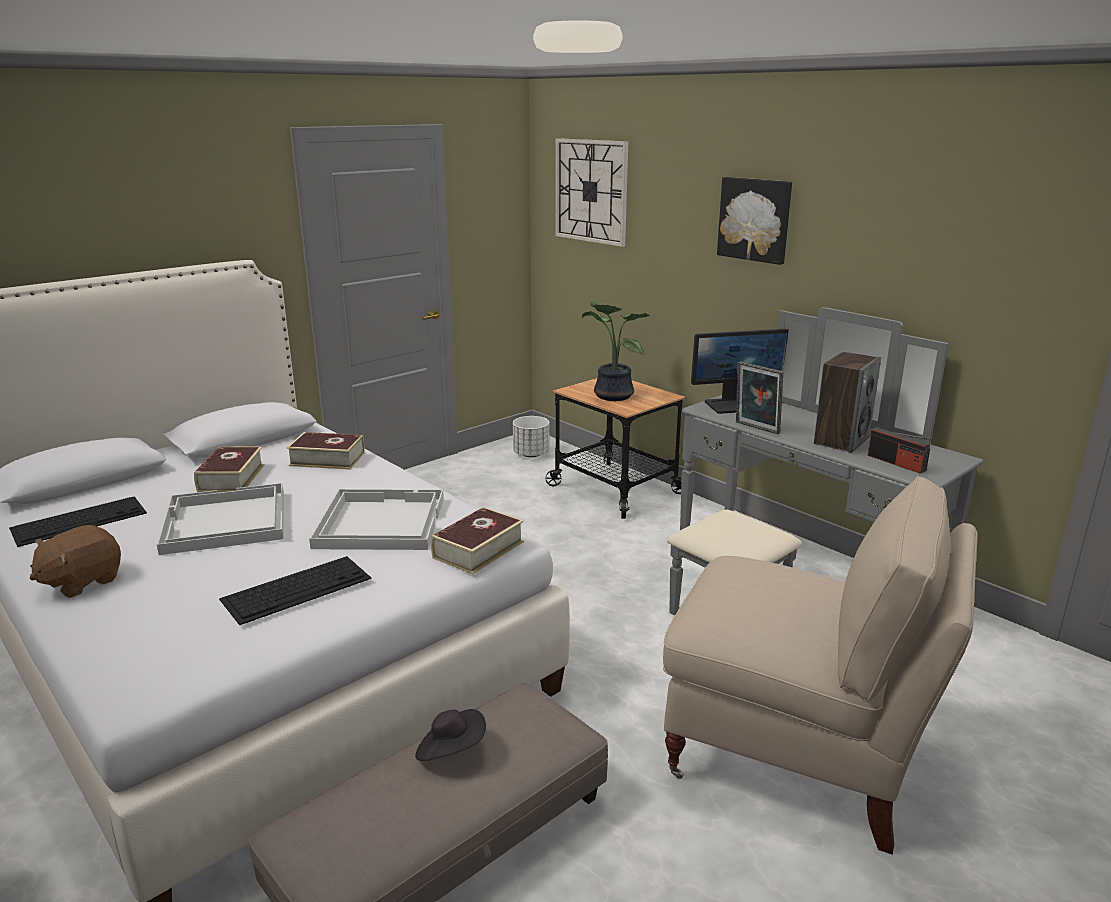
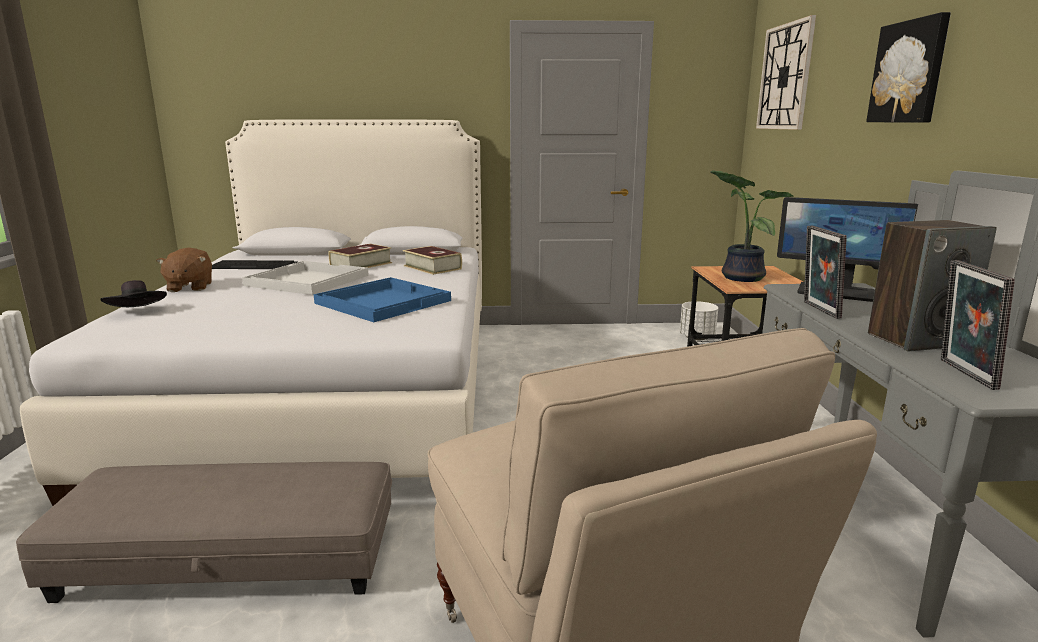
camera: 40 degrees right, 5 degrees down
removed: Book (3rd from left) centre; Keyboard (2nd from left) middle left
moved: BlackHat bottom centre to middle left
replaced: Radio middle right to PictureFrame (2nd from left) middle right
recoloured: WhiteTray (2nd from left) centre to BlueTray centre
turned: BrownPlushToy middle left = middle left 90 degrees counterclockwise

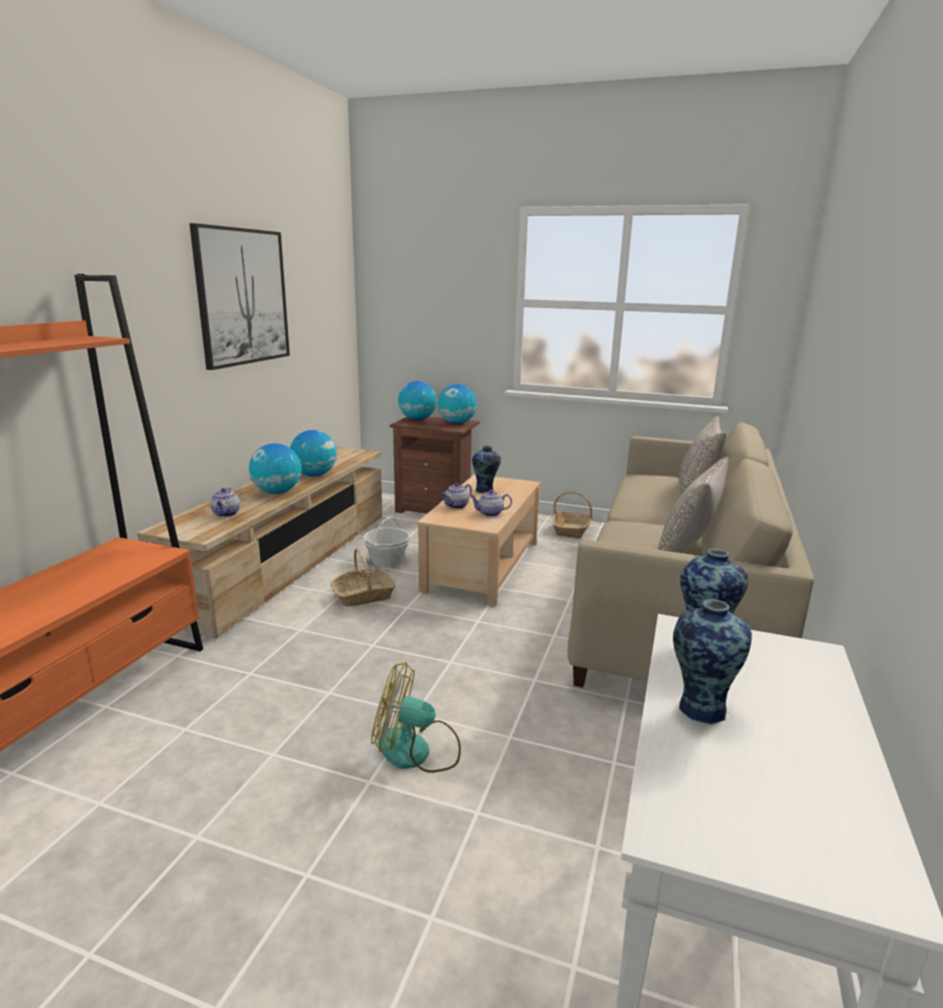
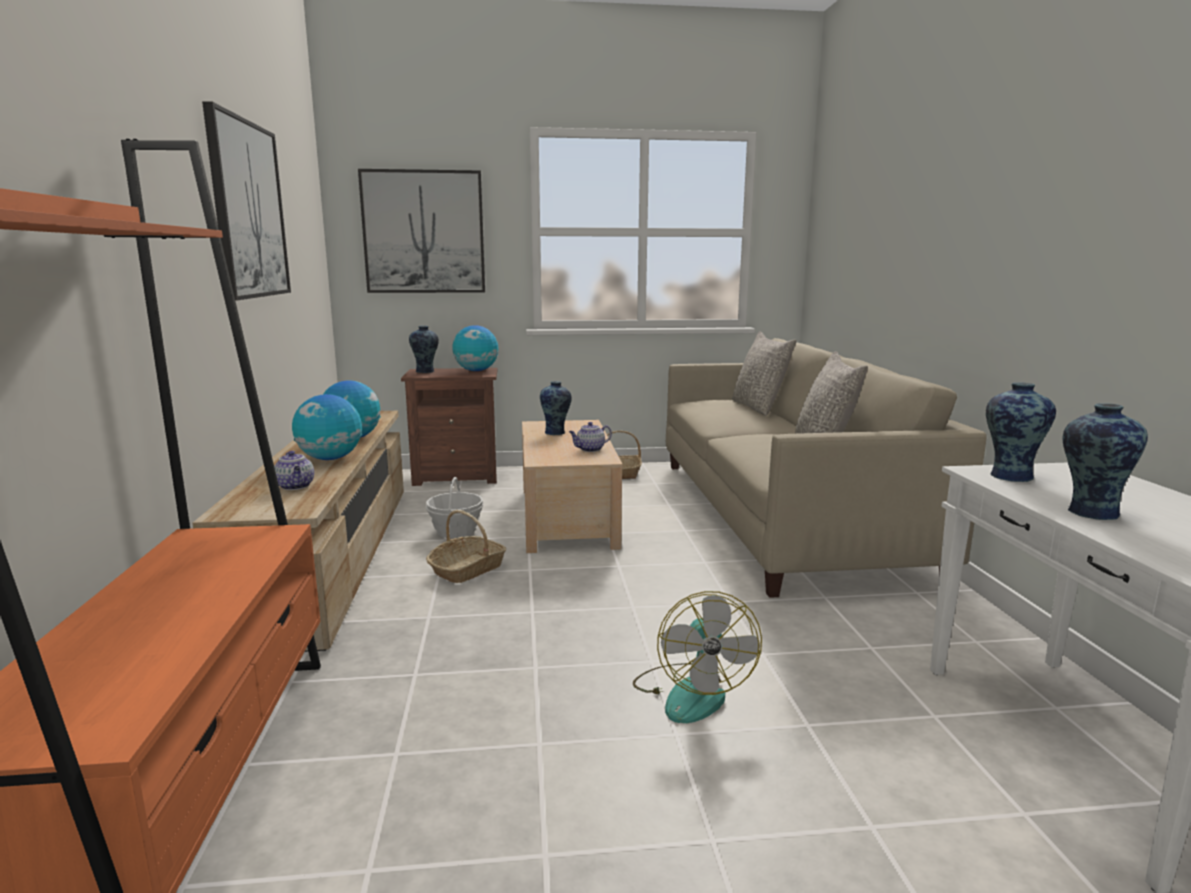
camera: 25 degrees left, 5 degrees down
removed: Teapot (2nd from left) centre
added: Picture (2nd from left) top centre
replaced: Globe (3rd from left) centre to Vase (1st from left) centre
turned: Fan bottom centre = bottom centre 75 degrees counterclockwise

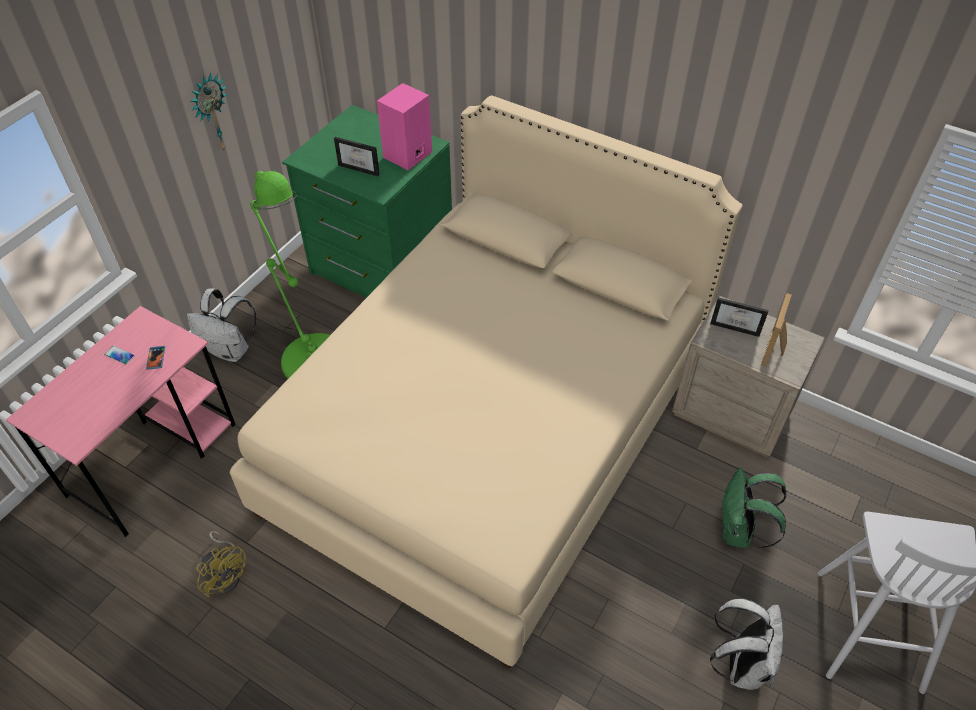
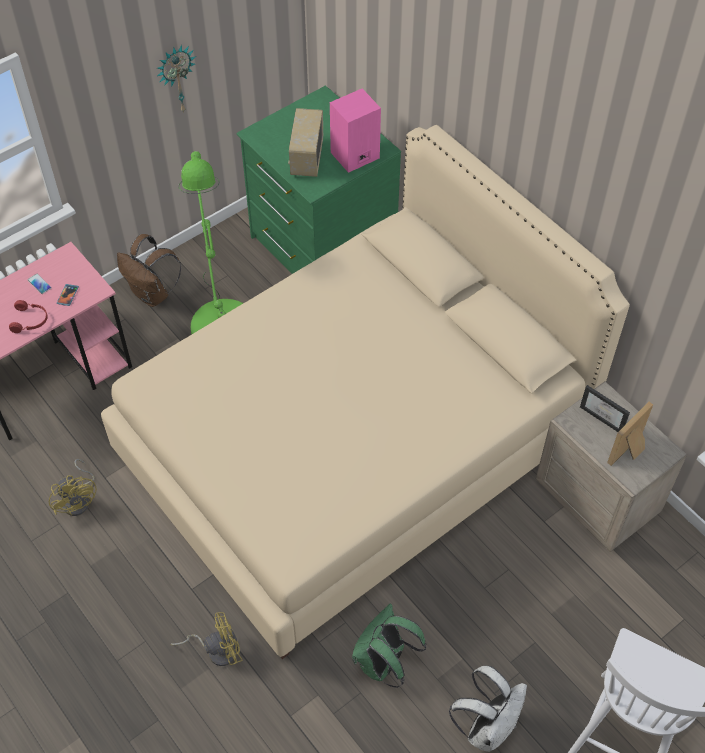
camera: 20 degrees right, 5 degrees up
added: RedHeadphones middle left; YellowFan (2nd from left) bottom left
moved: GreenBackpack bottom right to bottom centre
replaced: PictureFrame (1st from left) top centre to Radio top centre
recoloured: WhiteBackpack (1st from left) middle left to BrownBackpack middle left

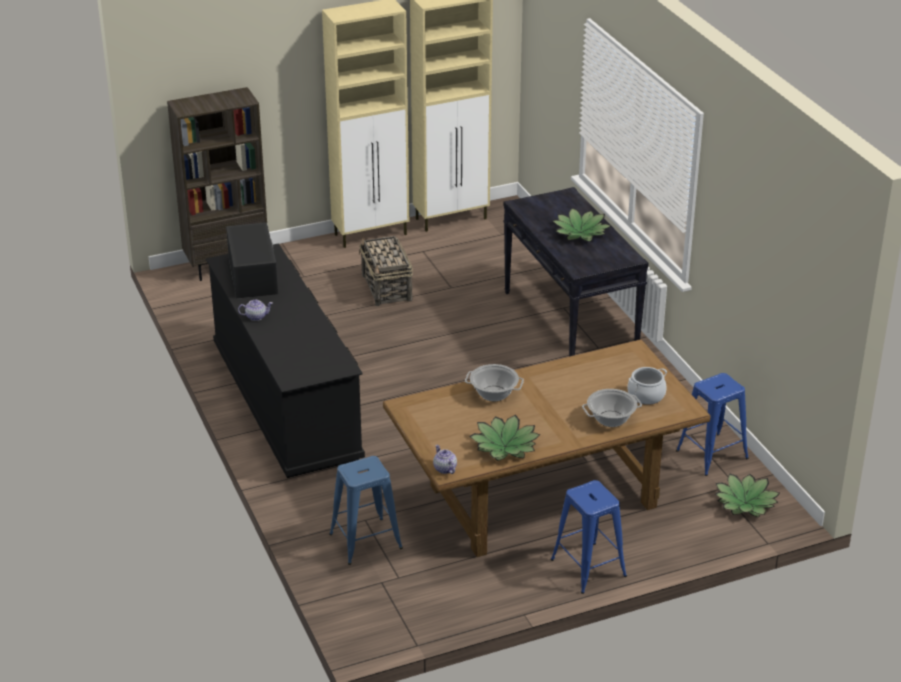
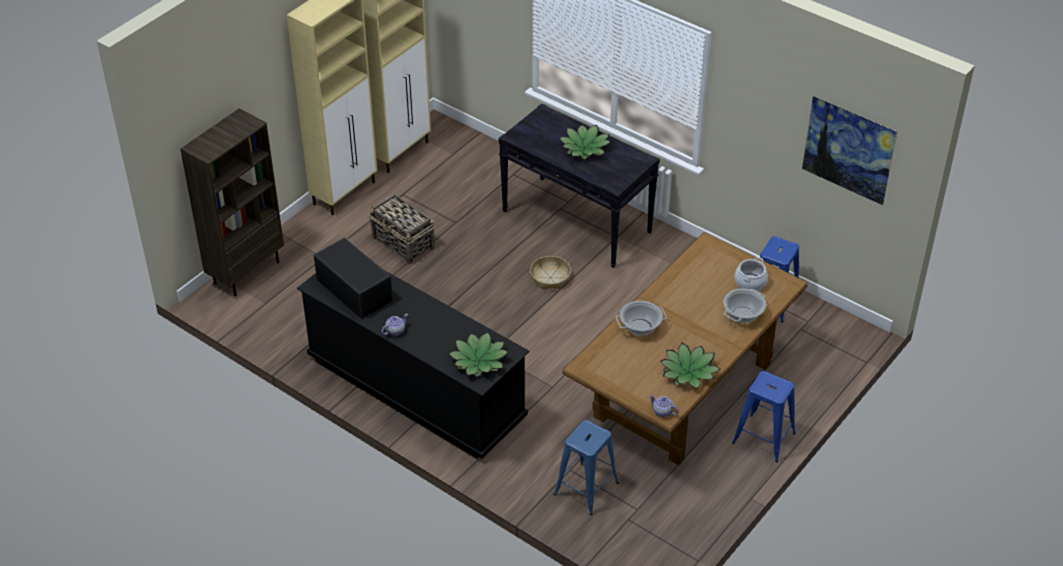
camera: 30 degrees left, 10 degrees up
added: Picture top right; Basket (2nd from left) centre
moved: PottedPlant (3rd from left in the first image) bottom right to PottedPlant (1st from left) centre

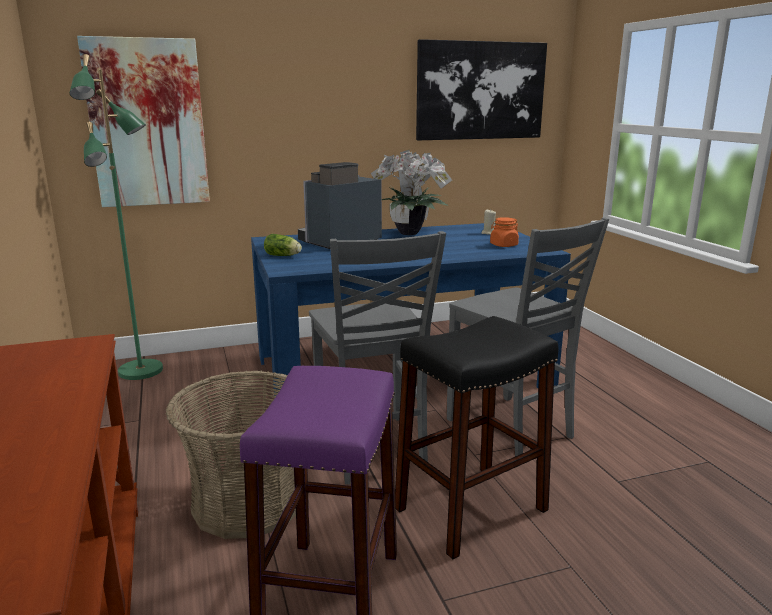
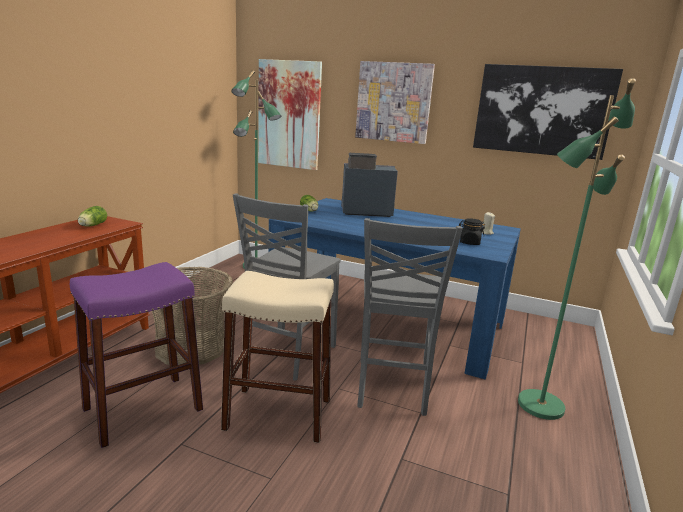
camera: 40 degrees right, 0 degrees up
removed: PottedPlant top centre
added: Picture (2nd from left) top centre; GreenFloorLamp (2nd from left) middle right; Lettuce (1st from left) middle left
recoloured: OrangeJar centre to BlackJar middle right; BlackStool bottom centre to BeigeStool bottom centre

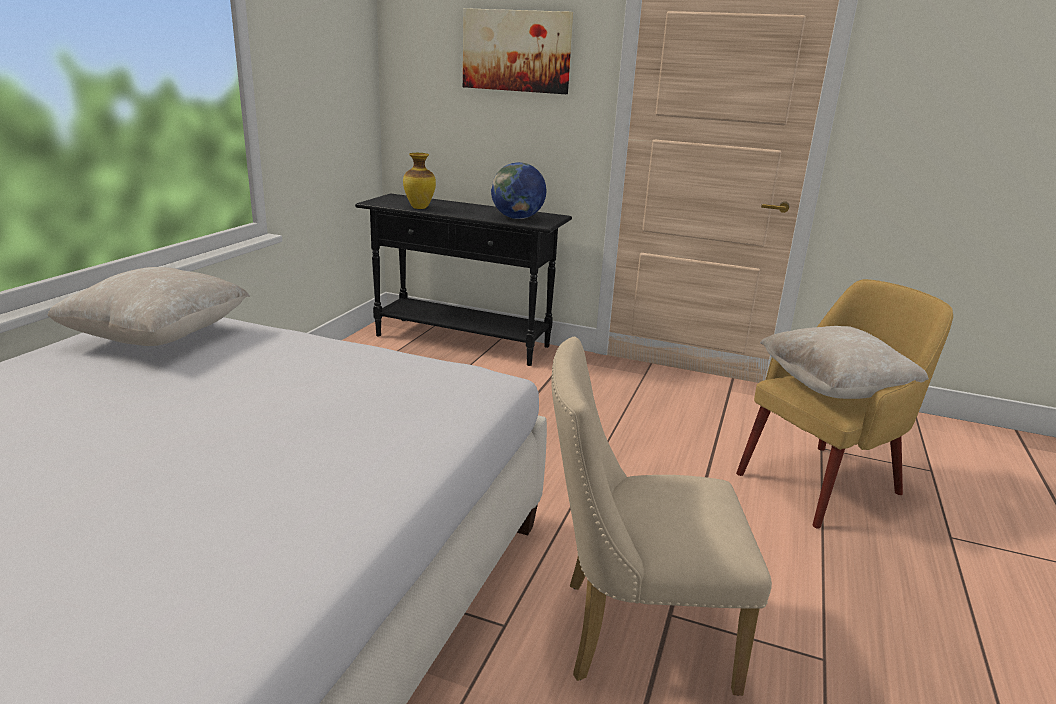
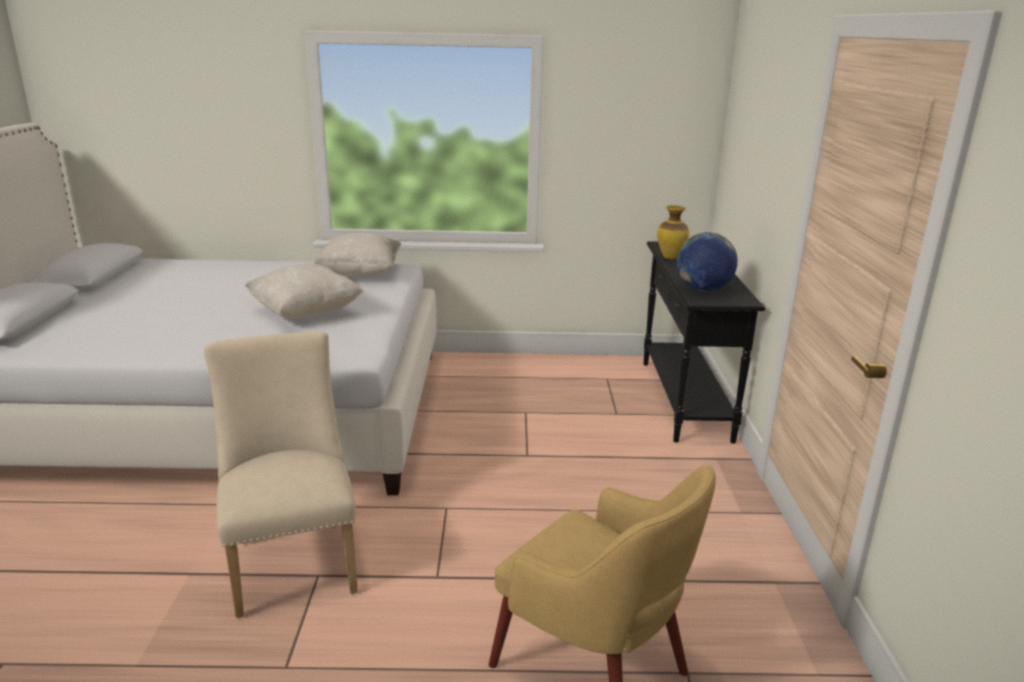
camera: 70 degrees right, 0 degrees up
removed: Picture top centre
moved: BeigePillow (2nd from left in the first image) middle right to BeigePillow (1st from left) middle left

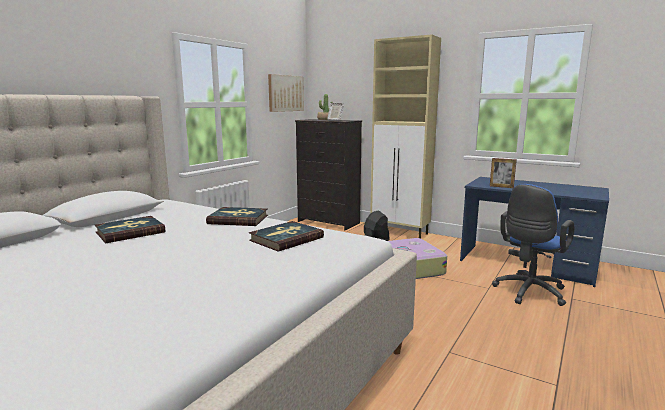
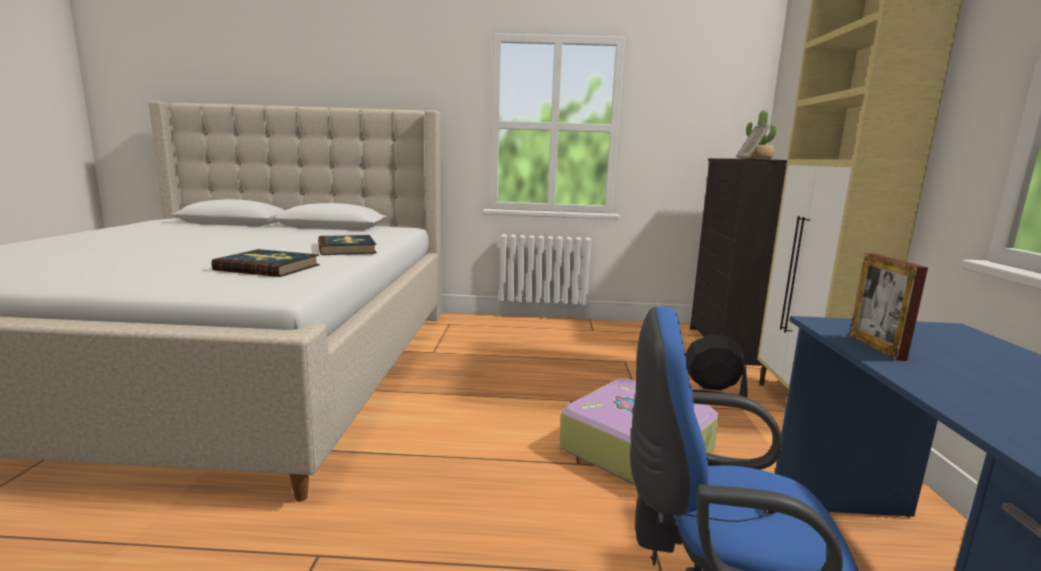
camera: 60 degrees right, 0 degrees up
removed: Picture top centre; Book (1st from left) middle left

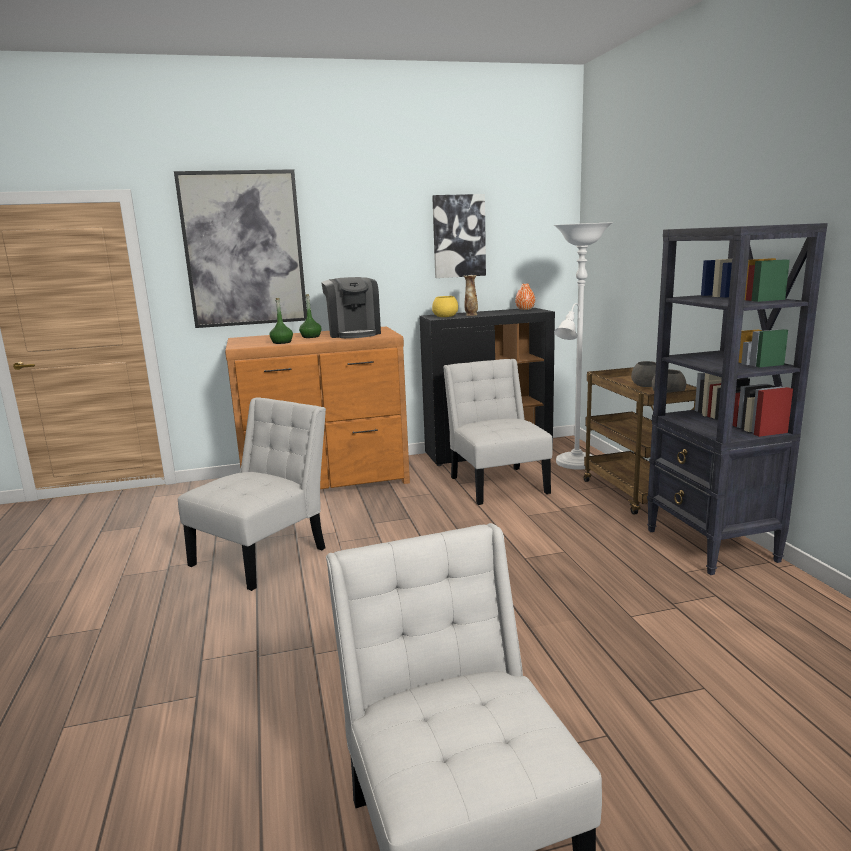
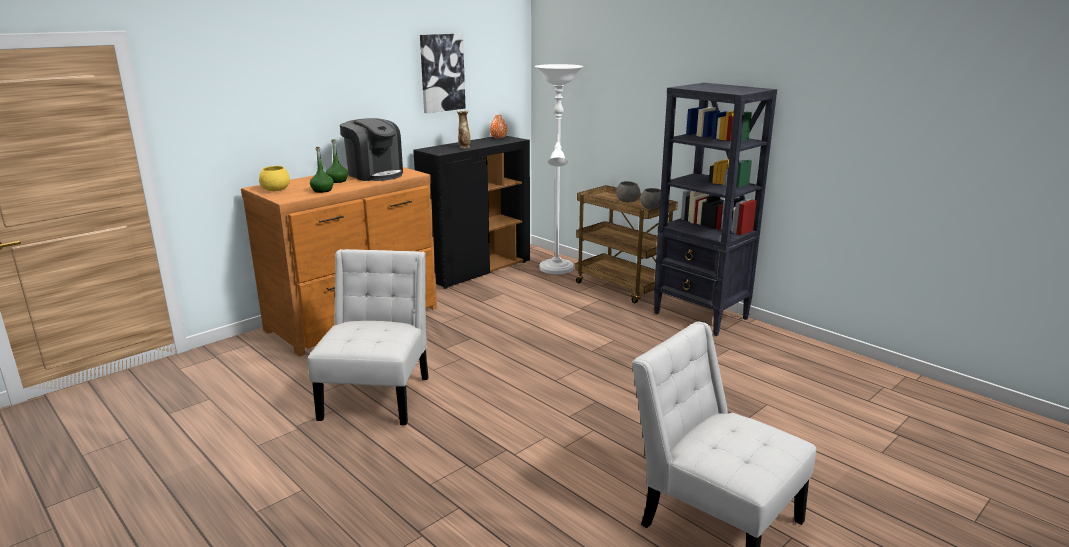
camera: 30 degrees left, 5 degrees up
removed: Picture (1st from left) top left; WhiteChair (3rd from left) centre
moved: YellowBowl centre to top left

